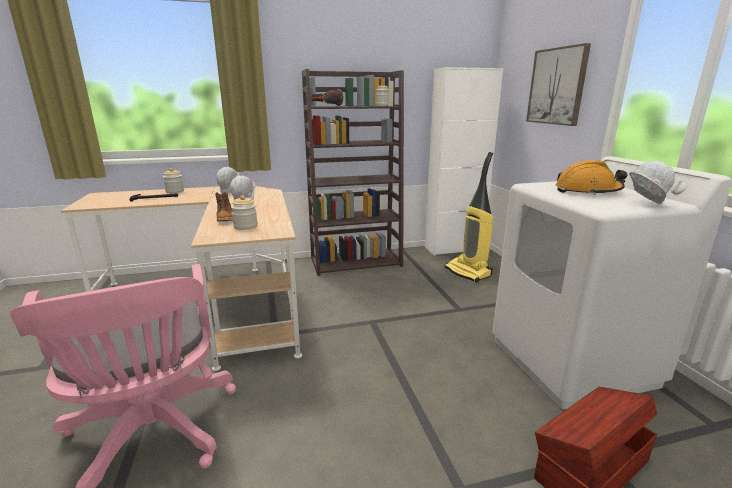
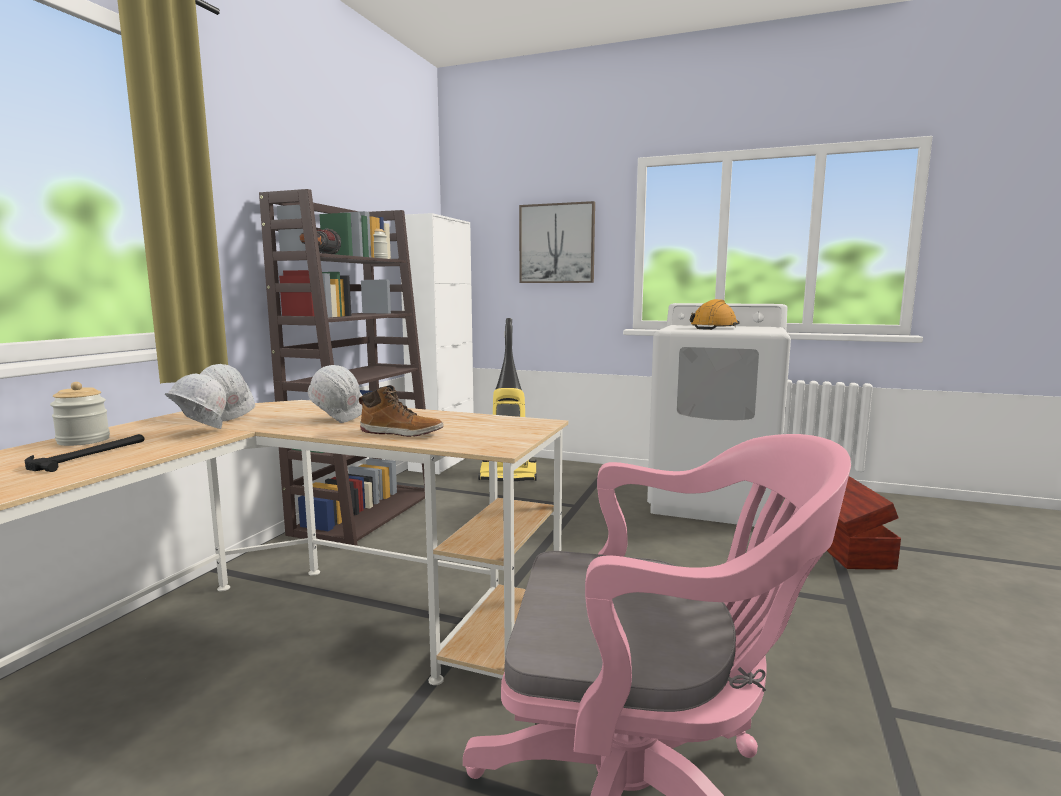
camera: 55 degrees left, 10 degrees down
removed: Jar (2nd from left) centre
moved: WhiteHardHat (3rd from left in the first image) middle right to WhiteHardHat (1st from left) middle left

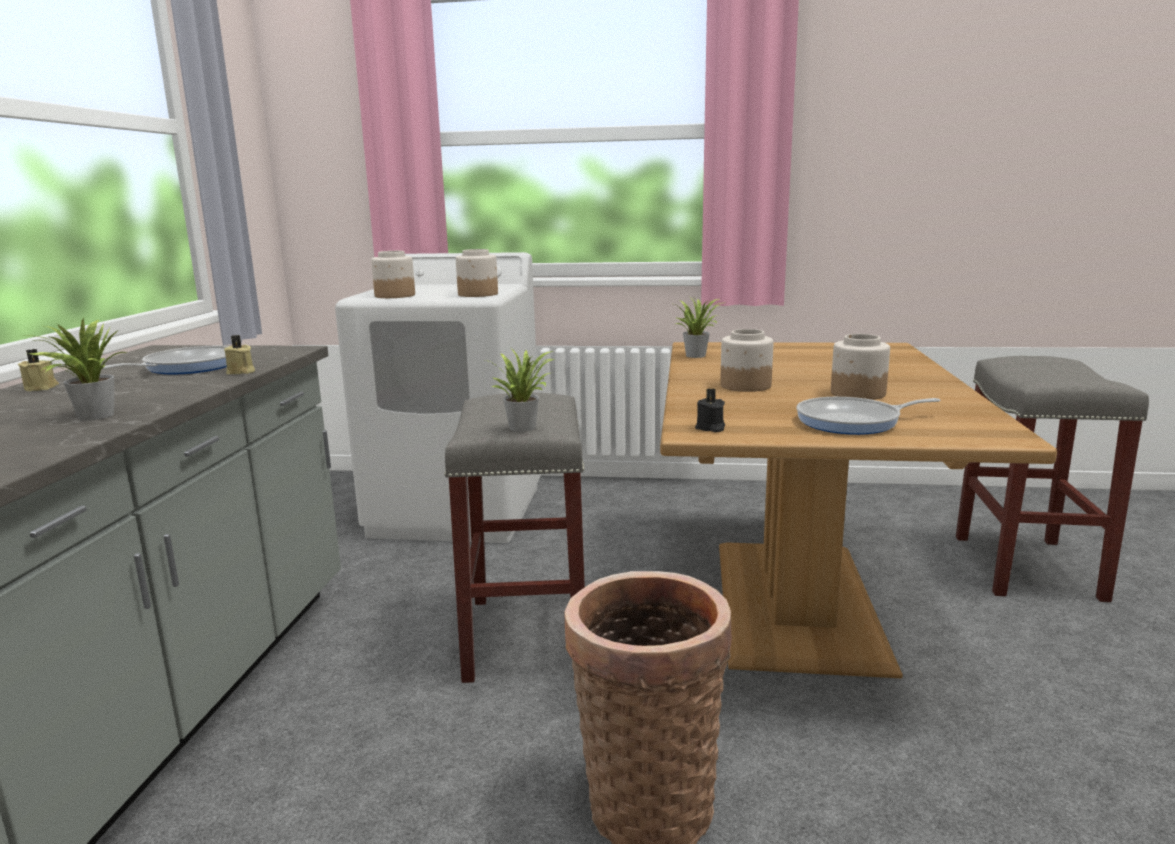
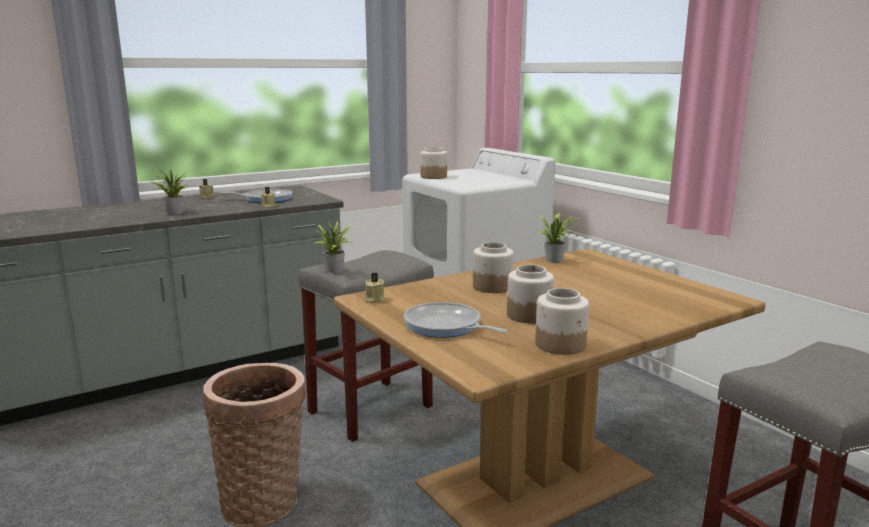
camera: 50 degrees right, 0 degrees up
moved: Jar (2nd from left in the first image) top centre to Jar (4th from left) centre
recoloured: BlackCandle centre to BeigeCandle (3rd from left) centre

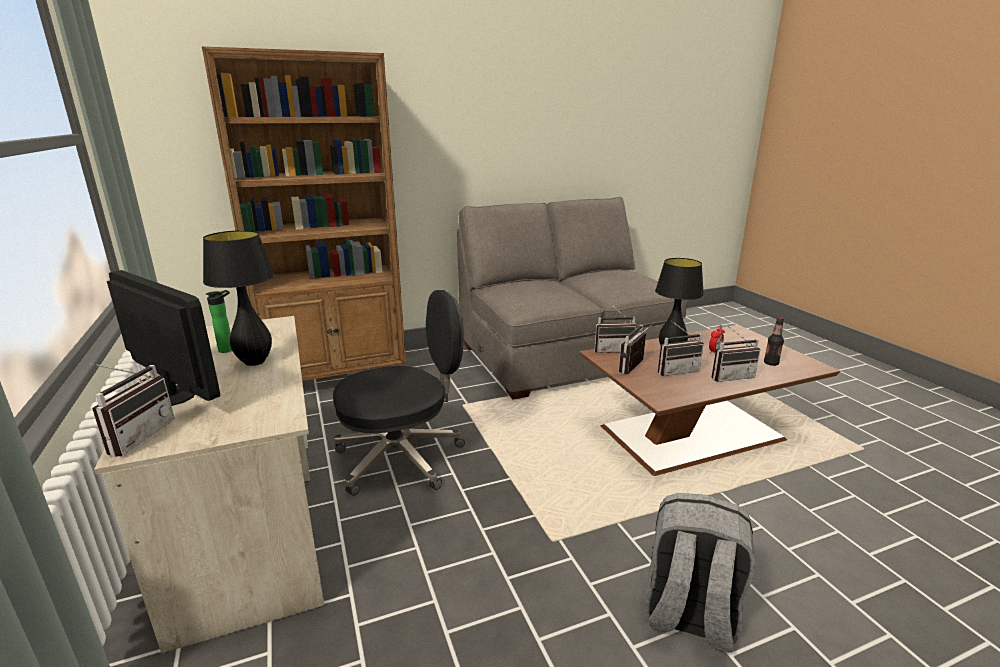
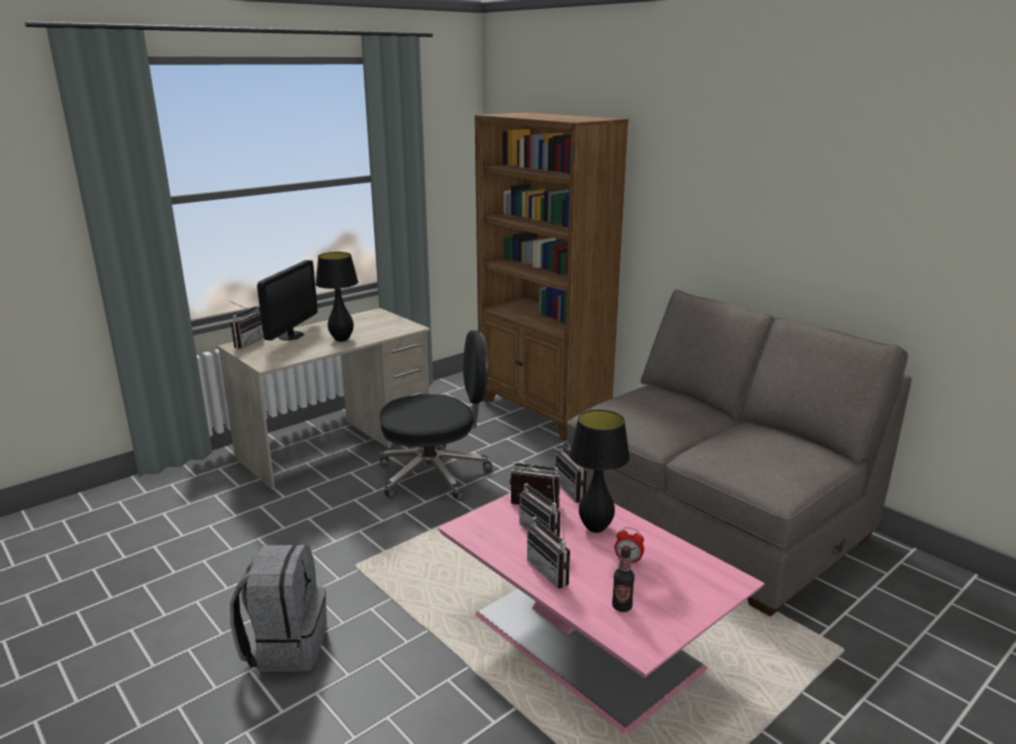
camera: 70 degrees right, 0 degrees up
removed: Bottle (1st from left) middle left
recoloured: BrownCoffeeTable middle right to PinkCoffeeTable bottom centre
turned: BlackOfficeChair centre = centre 60 degrees counterclockwise; Radio (1st from left) middle left = middle left 60 degrees counterclockwise

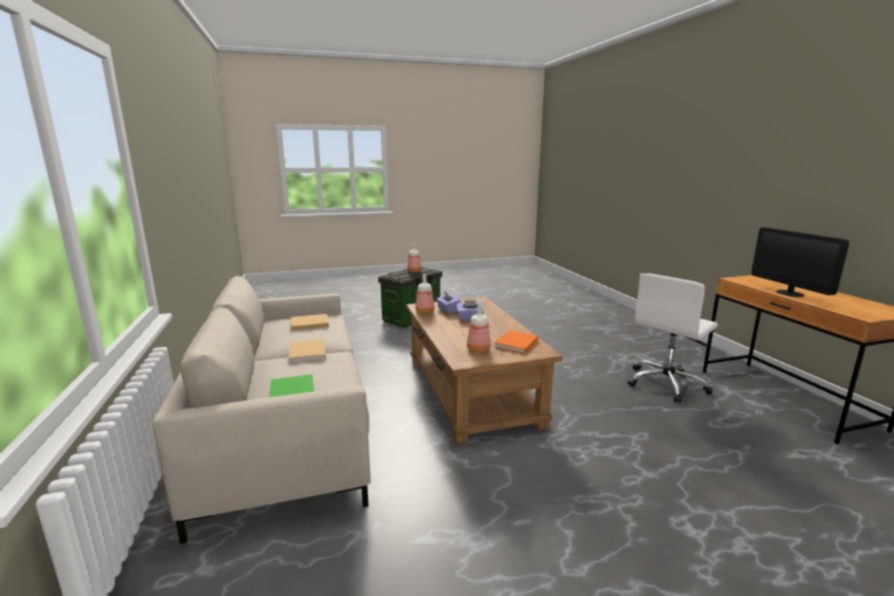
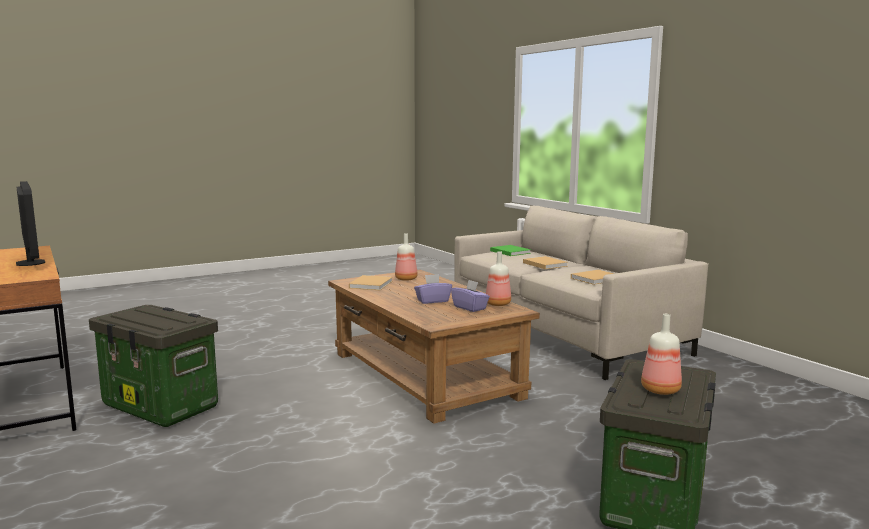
camera: 165 degrees right, 5 degrees down
replaced: WhiteOfficeChair middle right to StorageBox (1st from left) bottom left
recoloured: OrangeBook centre to BeigeBook (1st from left) centre

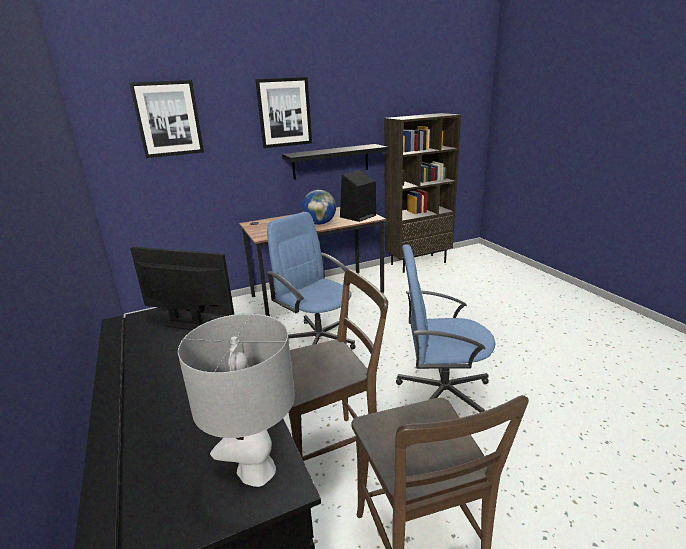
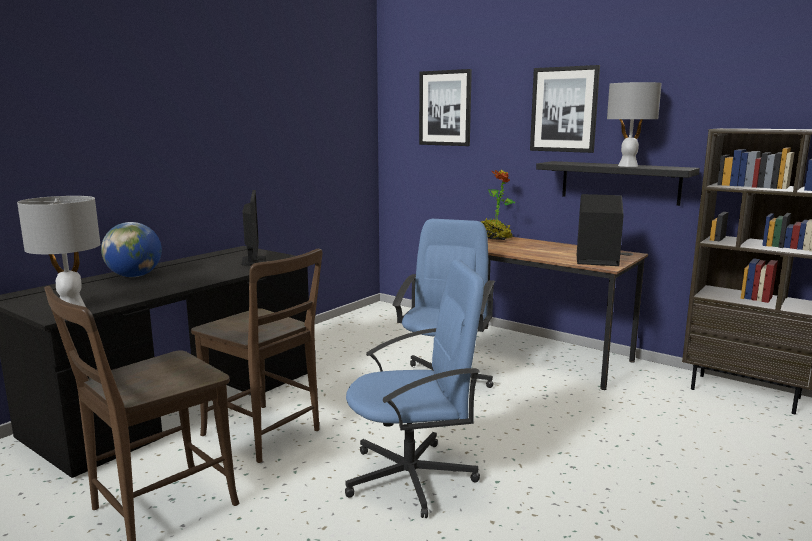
camera: 60 degrees right, 10 degrees down
added: GreyTableLamp (2nd from left) top right; PottedPlant centre
moved: Globe centre to middle left
turned: BlueOfficeChair (2nd from left in the first image) centre = bottom centre 105 degrees clockwise

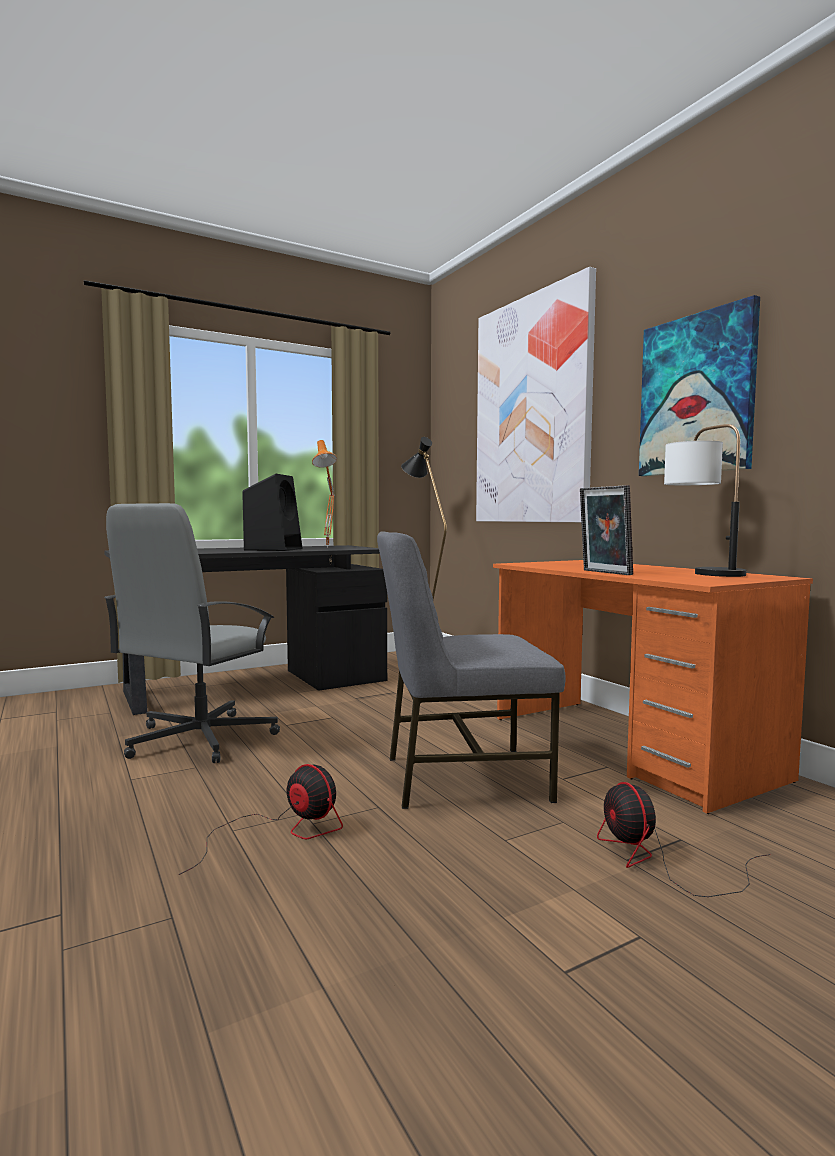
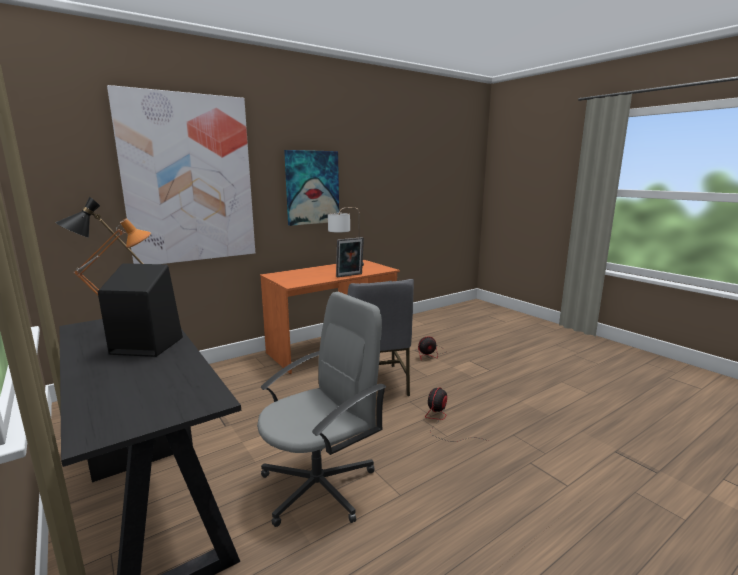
camera: 95 degrees left, 10 degrees up
turned: GreyOfficeChair middle left = bottom centre 60 degrees counterclockwise

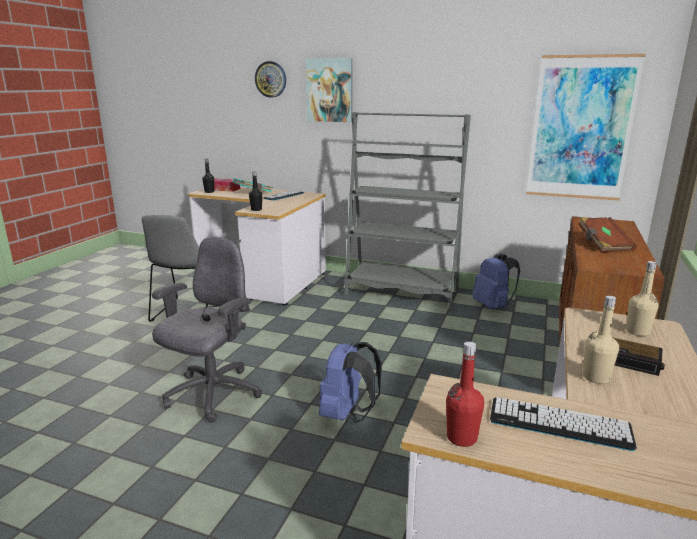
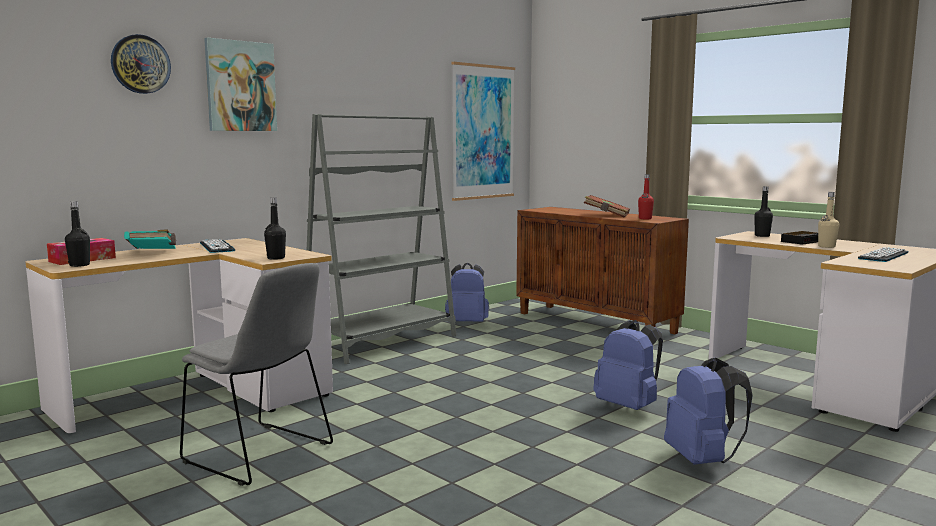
camera: 65 degrees left, 10 degrees down
removed: GreyOfficeChair middle left
added: BlueBackpack (3rd from left) bottom right
moved: RedBottle bottom right to middle right
recoloured: BeigeBottle (2nd from left) middle right to BlackBottle (3rd from left) middle right

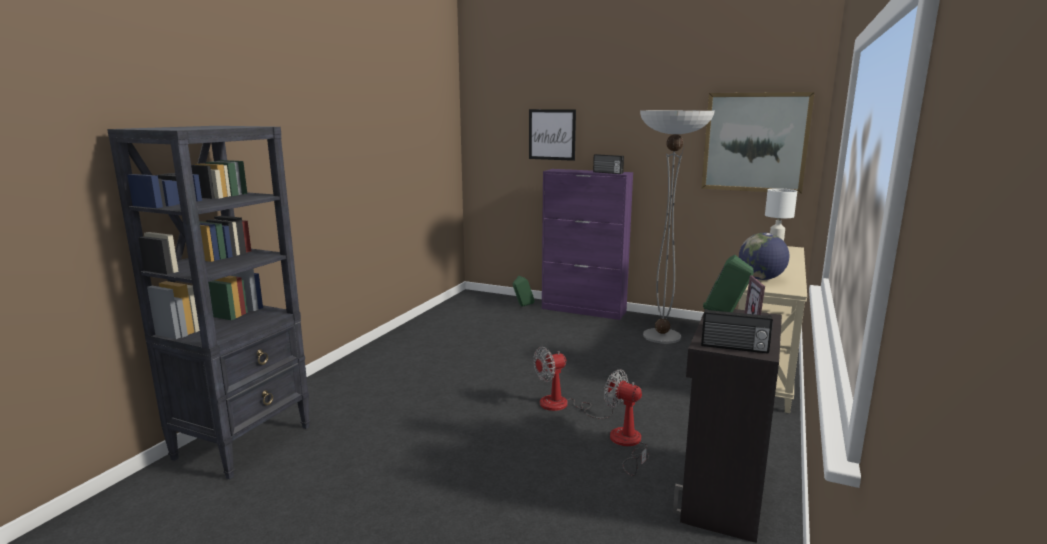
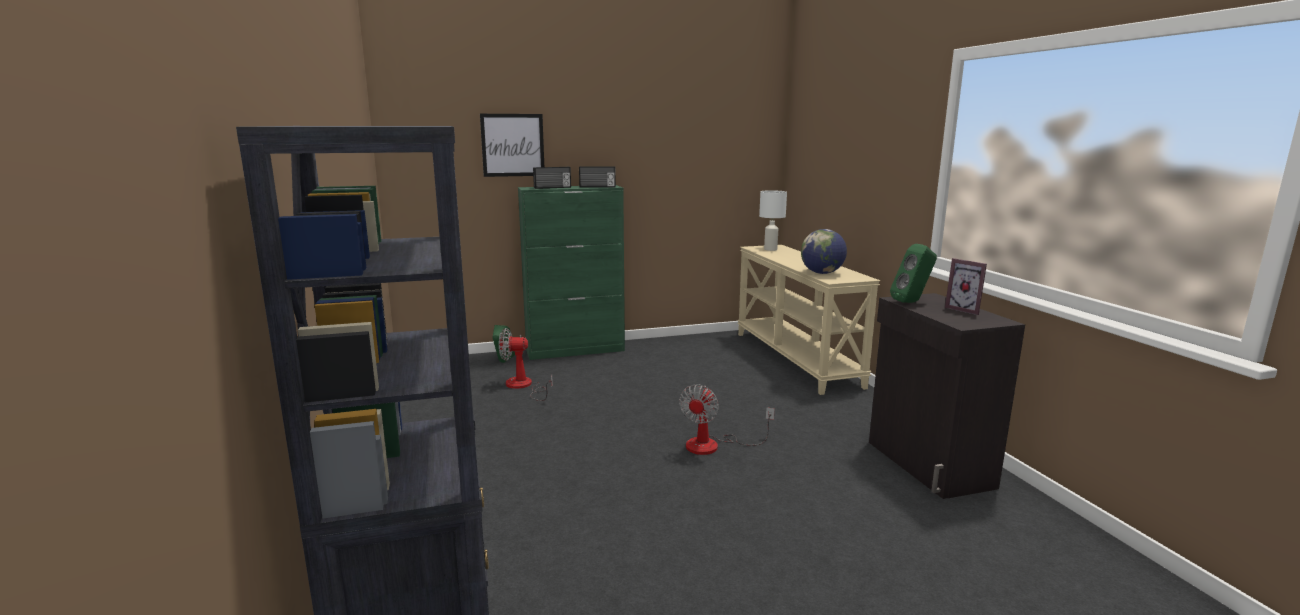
camera: 40 degrees left, 0 degrees up
removed: Picture (2nd from left) top right; FloorLamp centre
moved: Radio (2nd from left in the first image) middle right to Radio (1st from left) top centre; Fan (2nd from left in the first image) bottom centre to Fan (1st from left) centre
recoloured: PurpleCabinet centre to GreenCabinet centre

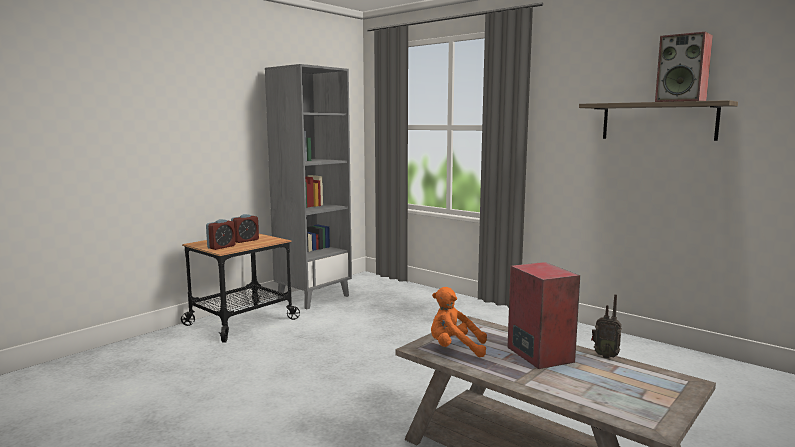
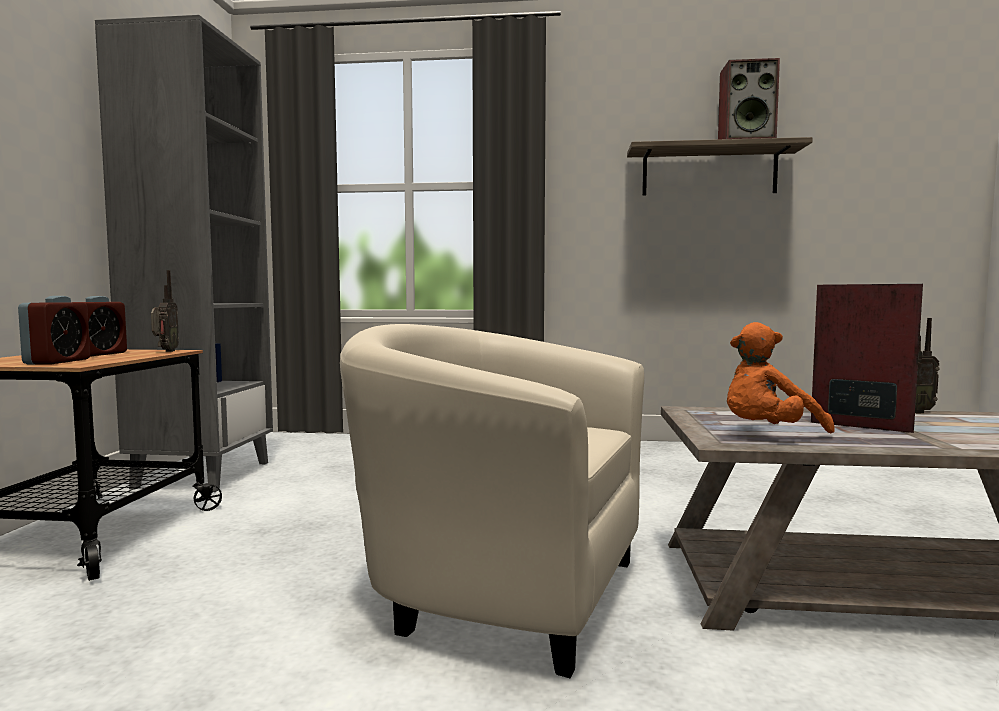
camera: 35 degrees left, 5 degrees down
added: Radio (1st from left) middle left; BeigeArmchair bottom centre

